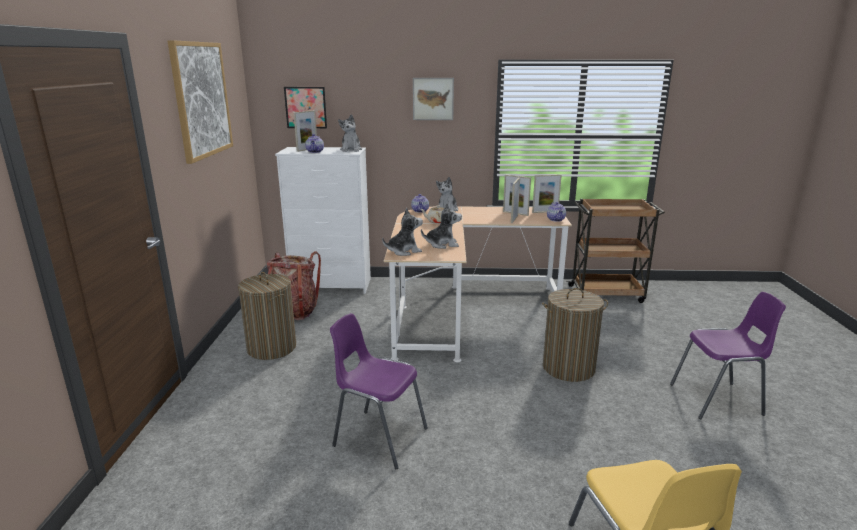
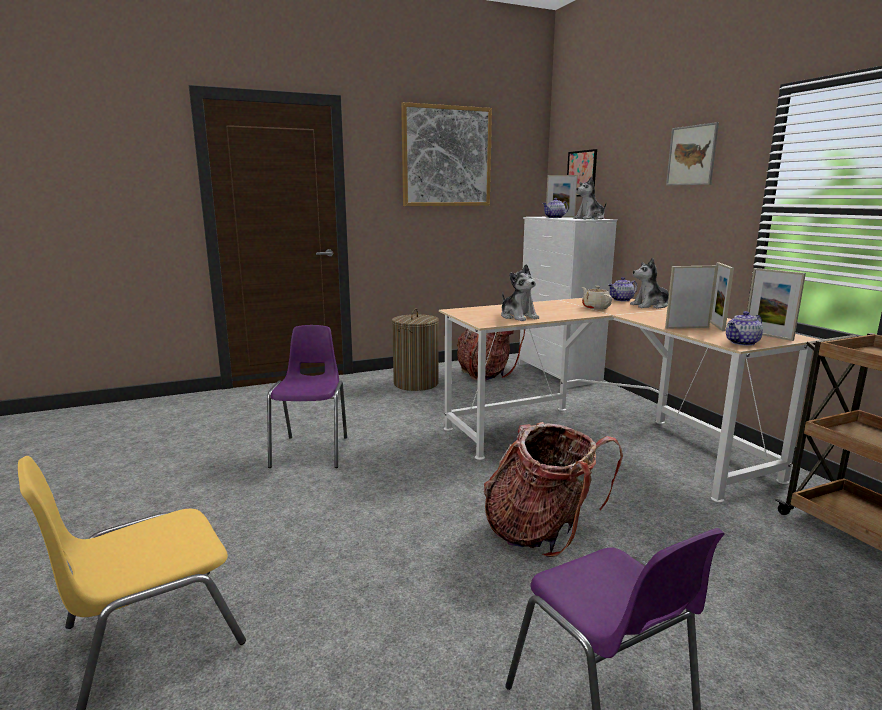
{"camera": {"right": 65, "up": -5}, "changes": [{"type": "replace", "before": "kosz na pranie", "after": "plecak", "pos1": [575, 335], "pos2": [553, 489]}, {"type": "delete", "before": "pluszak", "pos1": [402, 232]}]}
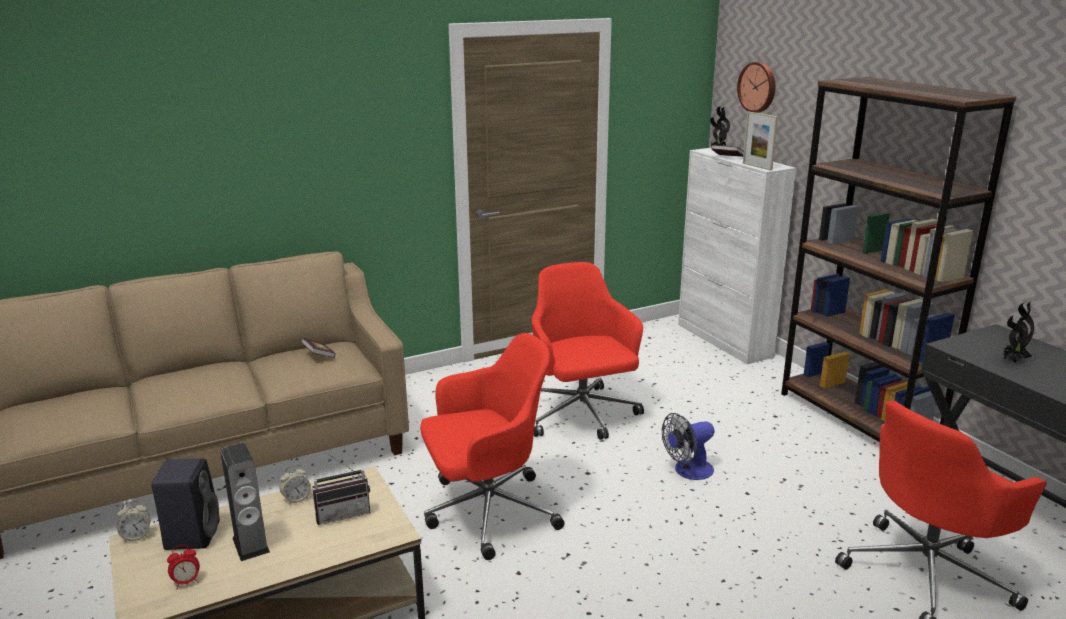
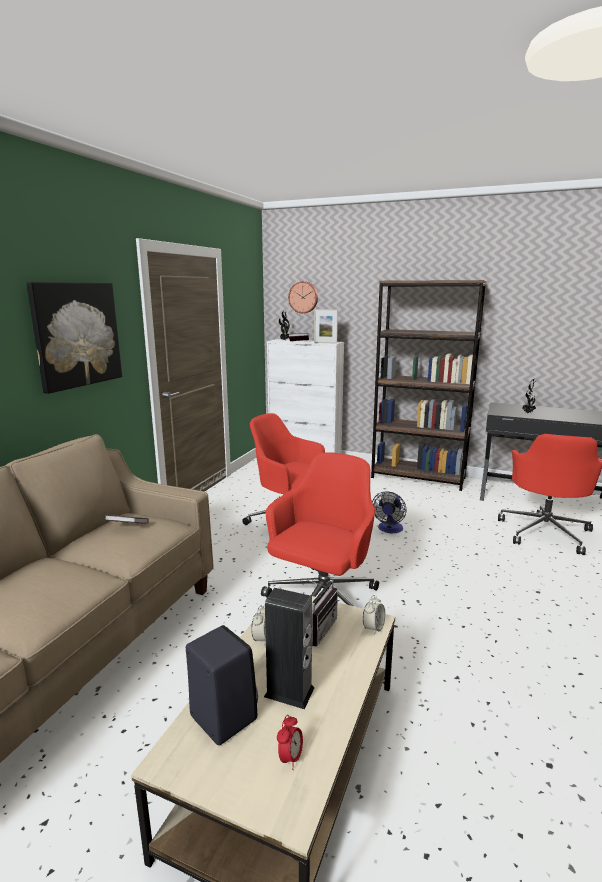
{"camera": {"right": -40, "up": -5}, "changes": [{"type": "insert", "after": "obraz", "pos2": [74, 338]}, {"type": "move", "before": "budzik", "pos1": [134, 521], "pos2": [374, 615]}]}
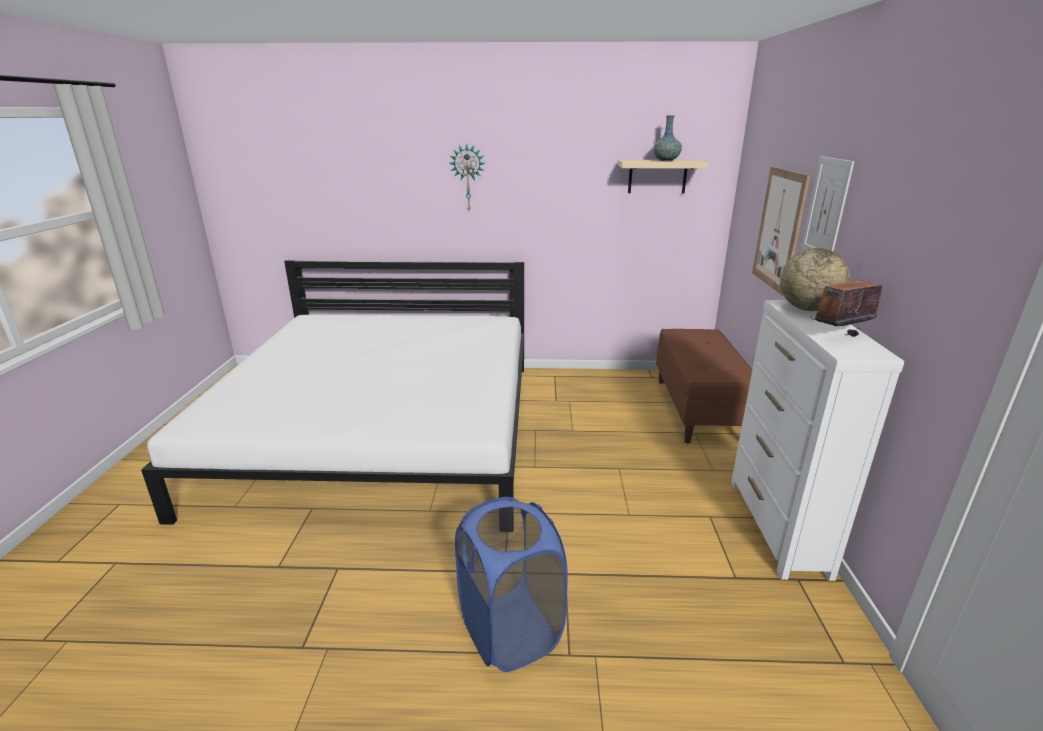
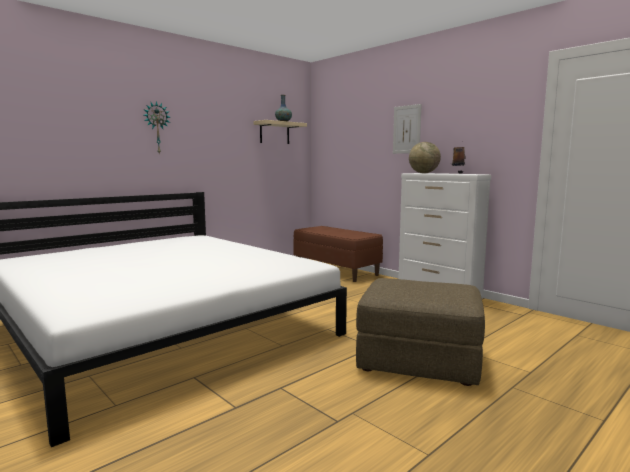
{"camera": {"right": -45, "up": -15}, "changes": [{"type": "replace", "before": "kosz na pranie (niebieski)", "after": "pufa (brązowy)", "pos1": [511, 584], "pos2": [420, 332]}, {"type": "delete", "before": "obraz", "pos1": [781, 231]}]}
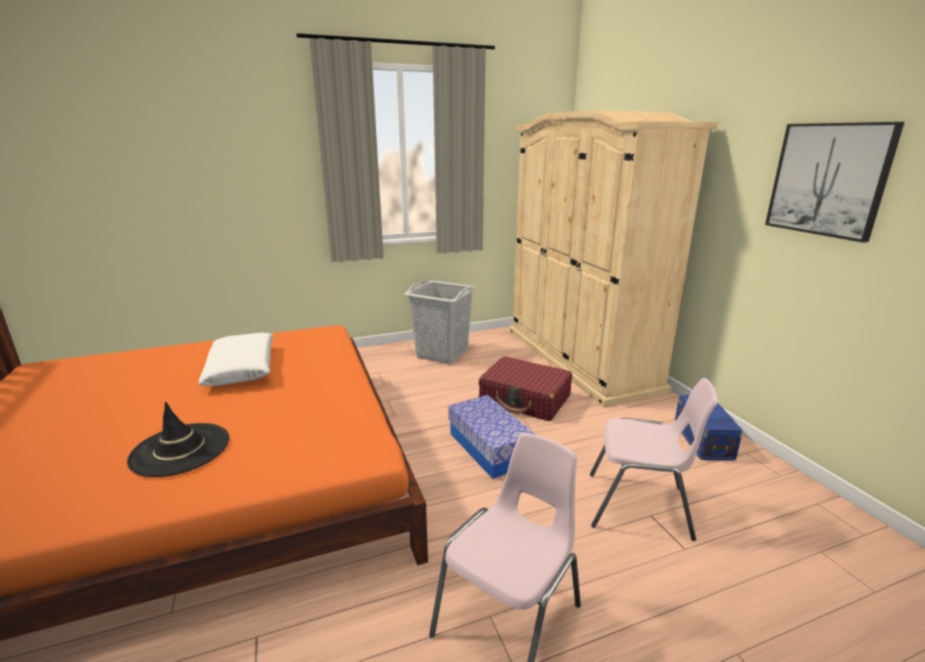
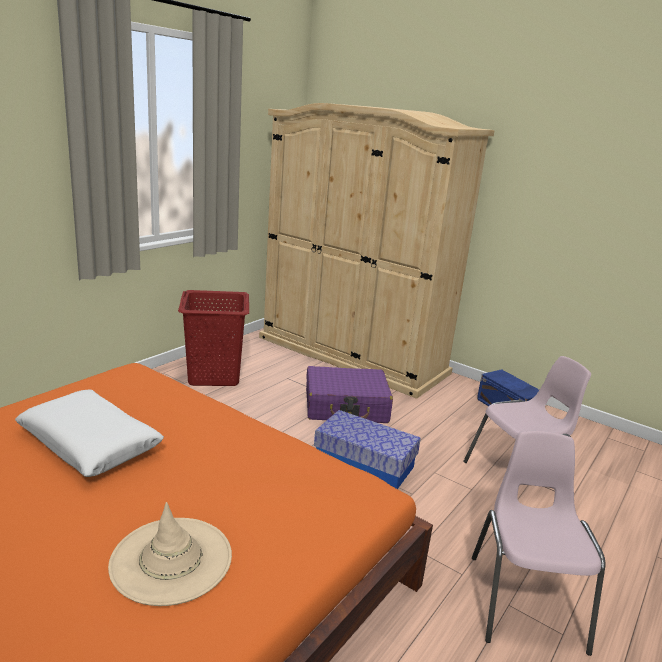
{"camera": {"right": -35, "up": 0}, "changes": [{"type": "recolor", "before": "kapelusz (czarny)", "after": "kapelusz (beżowy)", "pos1": [178, 439], "pos2": [170, 554]}, {"type": "recolor", "before": "kosz na pranie (szary)", "after": "kosz na pranie (czerwony)", "pos1": [440, 322], "pos2": [213, 338]}, {"type": "recolor", "before": "walizka (czerwony)", "after": "walizka (fioletowy)", "pos1": [525, 388], "pos2": [349, 394]}, {"type": "delete", "before": "obraz", "pos1": [835, 182]}]}
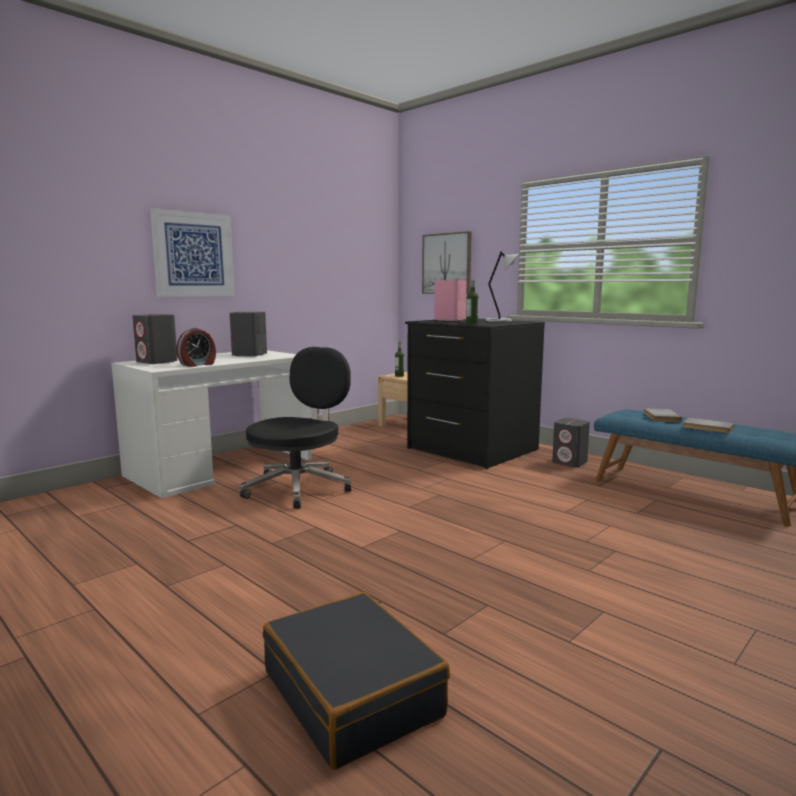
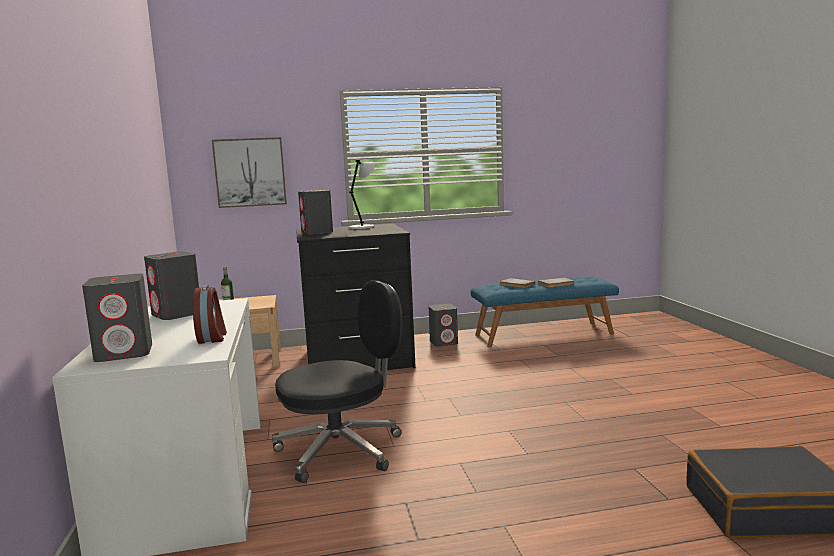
{"camera": {"right": -55, "up": 0}, "changes": [{"type": "rotate", "before": "krzesło biurowe (czarny)", "pos1": [296, 428], "pos2": [337, 382], "turn": 90}, {"type": "recolor", "before": "głośnik (różowy)", "after": "głośnik (szary)", "pos1": [450, 300], "pos2": [315, 212]}, {"type": "delete", "before": "obraz", "pos1": [192, 252]}, {"type": "delete", "before": "butelka", "pos1": [472, 302]}]}
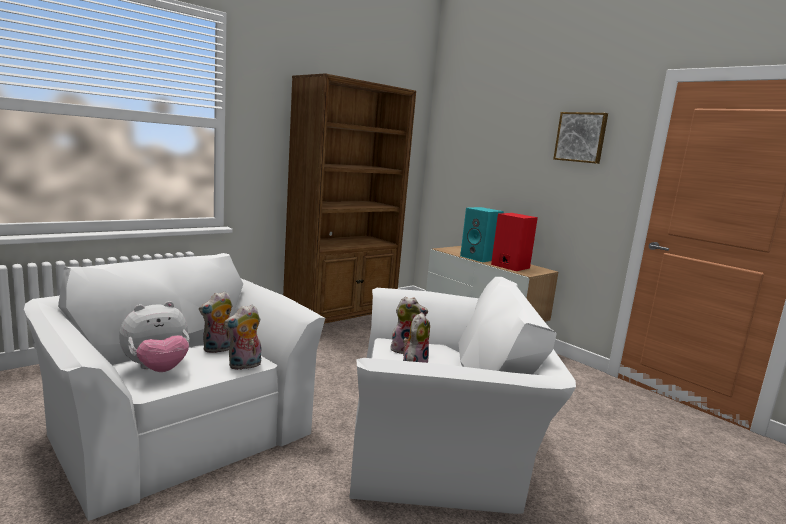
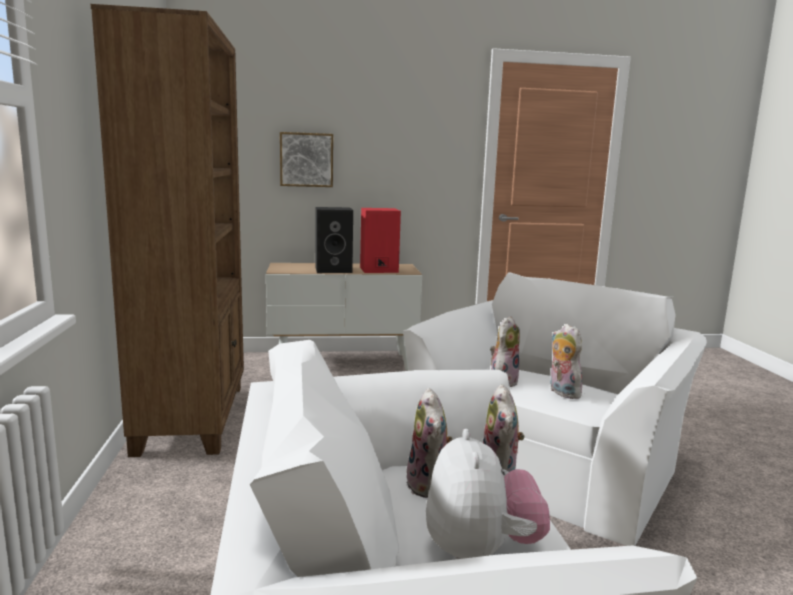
{"camera": {"right": -55, "up": 0}, "changes": [{"type": "move", "before": "obraz", "pos1": [580, 138], "pos2": [306, 159]}, {"type": "recolor", "before": "głośnik (turkusowy)", "after": "głośnik (czarny)", "pos1": [482, 234], "pos2": [334, 240]}]}
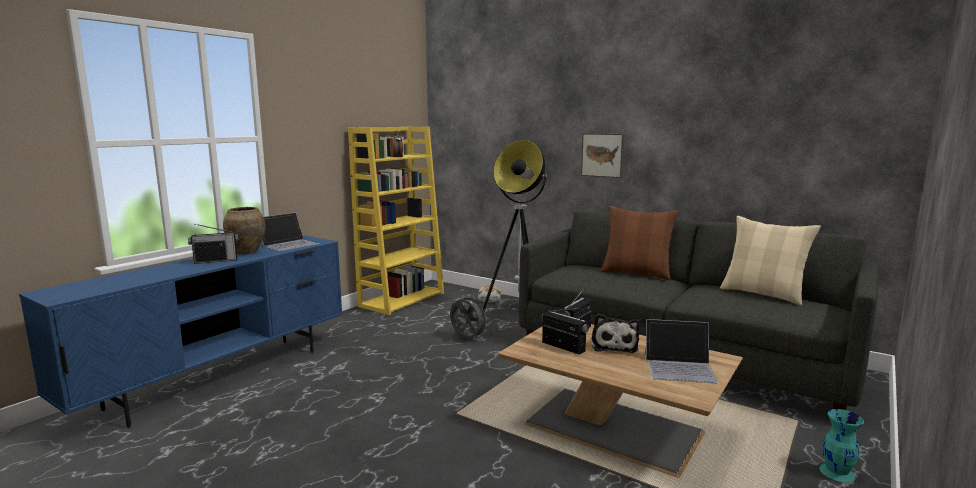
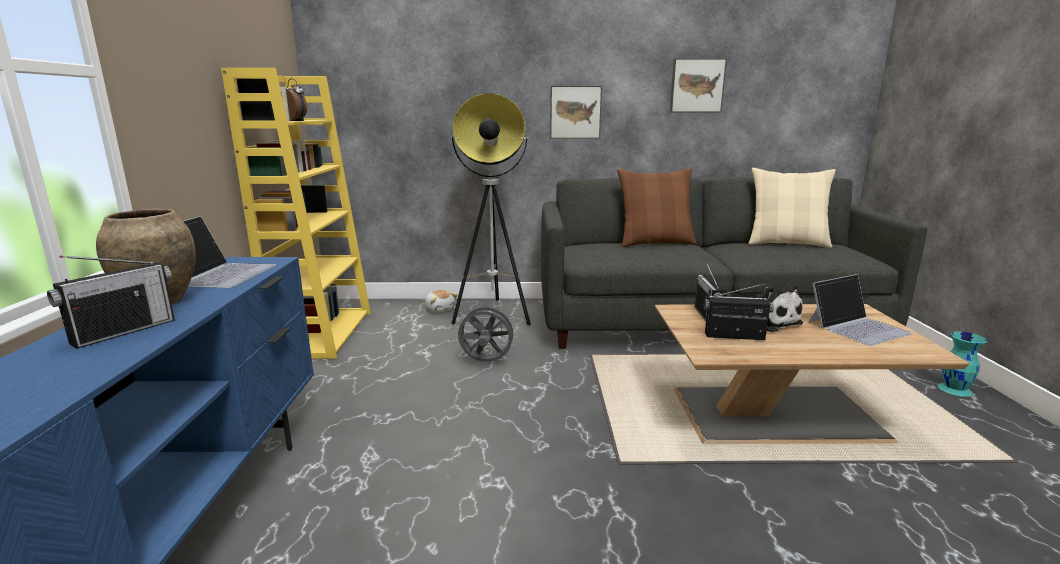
{"camera": {"right": -35, "up": 5}, "changes": [{"type": "insert", "after": "obraz", "pos2": [698, 85]}]}
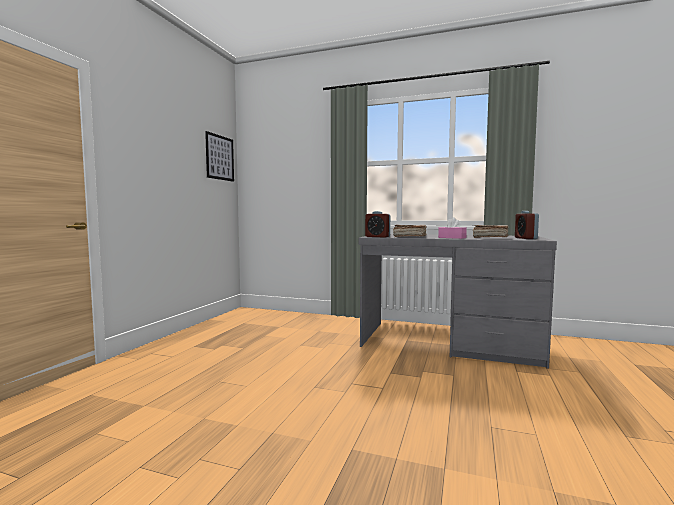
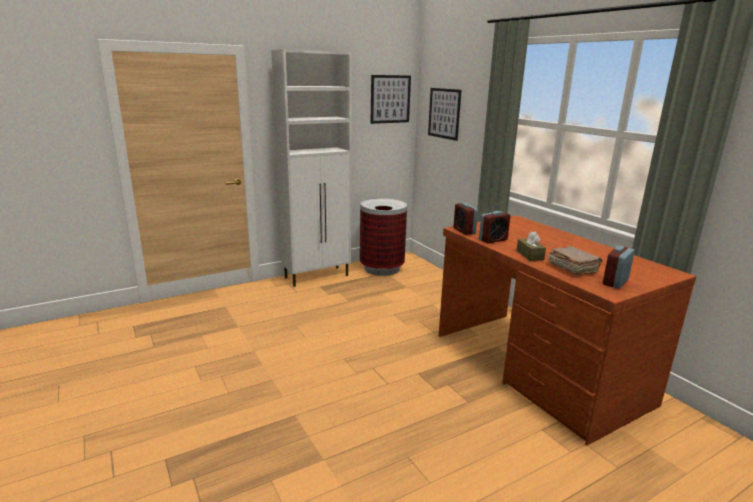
{"camera": {"right": 40, "up": 15}, "changes": [{"type": "insert", "after": "szafka (biały)", "pos2": [311, 168]}, {"type": "insert", "after": "kosz na śmieci", "pos2": [383, 237]}, {"type": "insert", "after": "obraz", "pos2": [444, 114]}, {"type": "recolor", "before": "biurko (szary)", "after": "biurko (brązowy)", "pos1": [458, 301], "pos2": [567, 330]}, {"type": "replace", "before": "książka (brązowy)", "after": "budzik", "pos1": [410, 231], "pos2": [494, 227]}, {"type": "recolor", "before": "pudełko chusteczek (różowy)", "after": "pudełko chusteczek (brązowy)", "pos1": [452, 228], "pos2": [531, 246]}]}
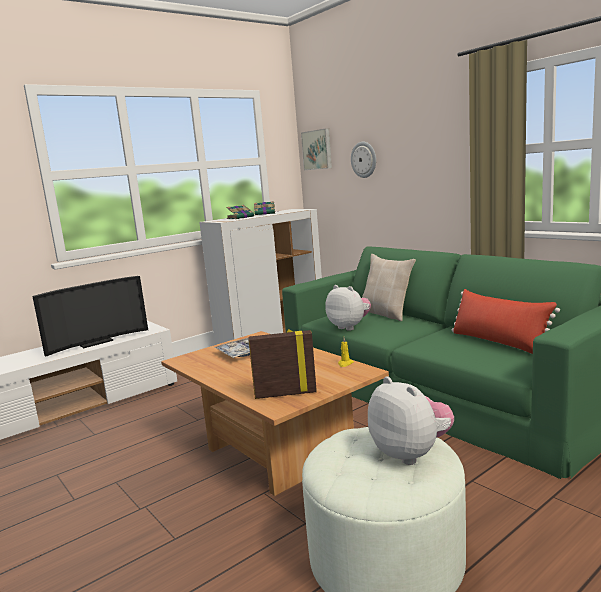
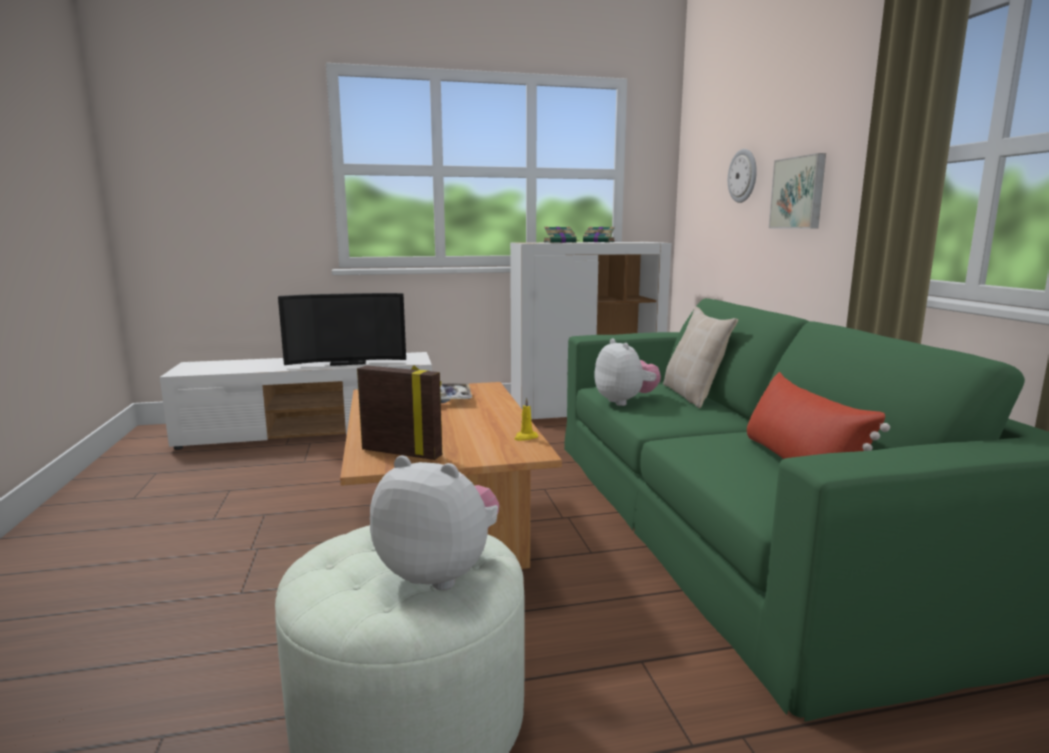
{"camera": {"right": 25, "up": 0}, "changes": [{"type": "rotate", "before": "pluszak", "pos1": [411, 420], "pos2": [435, 522], "turn": -60}, {"type": "move", "before": "obraz", "pos1": [316, 149], "pos2": [797, 191]}]}
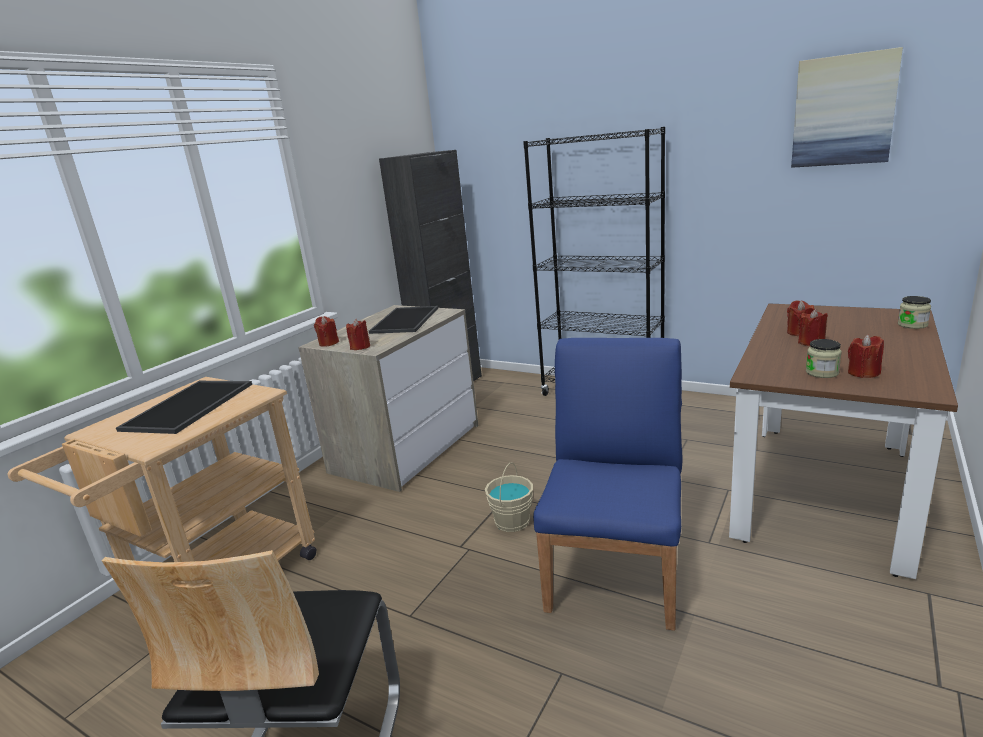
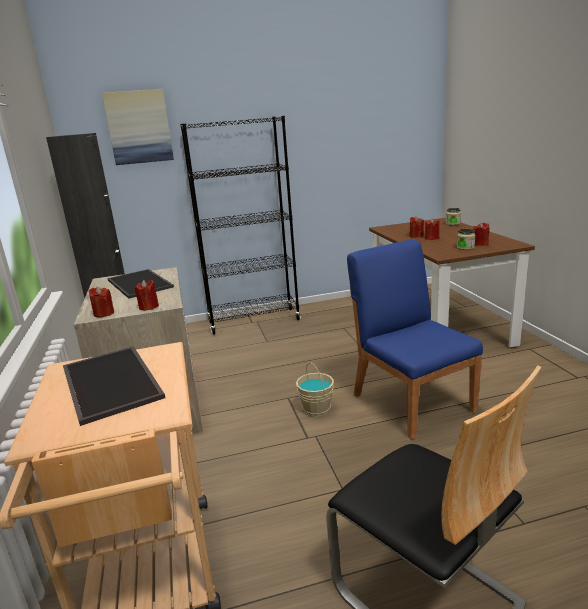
{"camera": {"right": -45, "up": 0}, "changes": [{"type": "move", "before": "obraz", "pos1": [847, 107], "pos2": [138, 127]}]}
